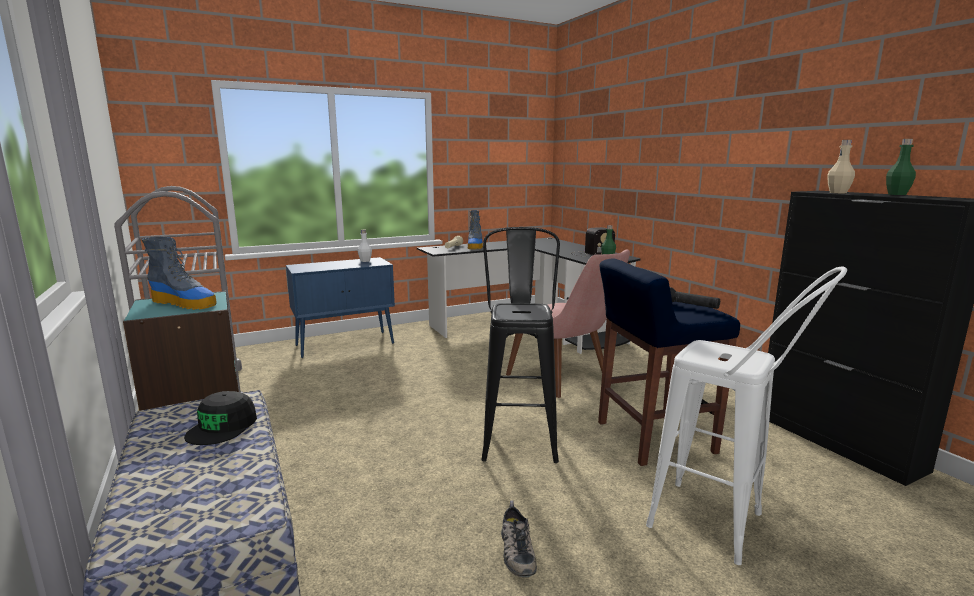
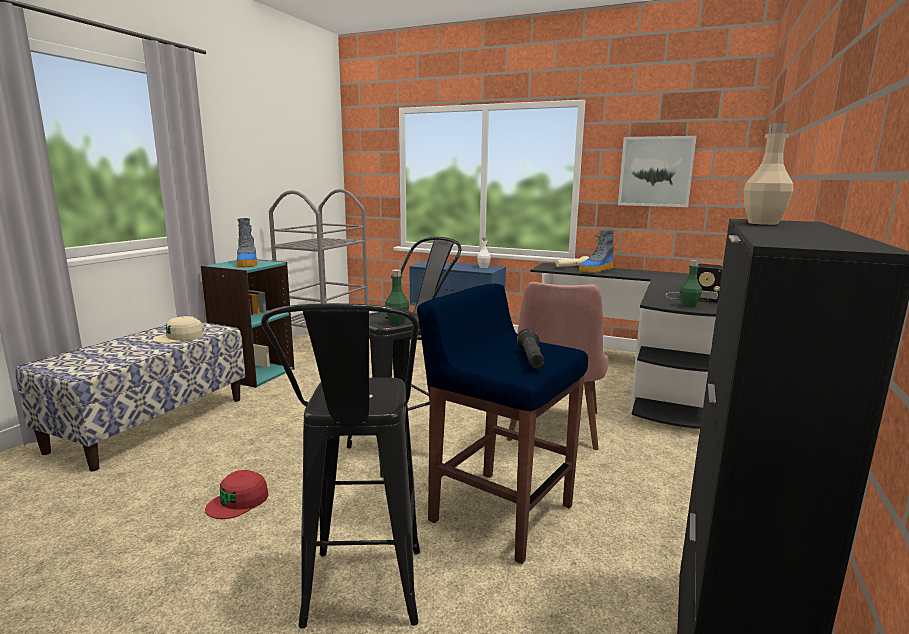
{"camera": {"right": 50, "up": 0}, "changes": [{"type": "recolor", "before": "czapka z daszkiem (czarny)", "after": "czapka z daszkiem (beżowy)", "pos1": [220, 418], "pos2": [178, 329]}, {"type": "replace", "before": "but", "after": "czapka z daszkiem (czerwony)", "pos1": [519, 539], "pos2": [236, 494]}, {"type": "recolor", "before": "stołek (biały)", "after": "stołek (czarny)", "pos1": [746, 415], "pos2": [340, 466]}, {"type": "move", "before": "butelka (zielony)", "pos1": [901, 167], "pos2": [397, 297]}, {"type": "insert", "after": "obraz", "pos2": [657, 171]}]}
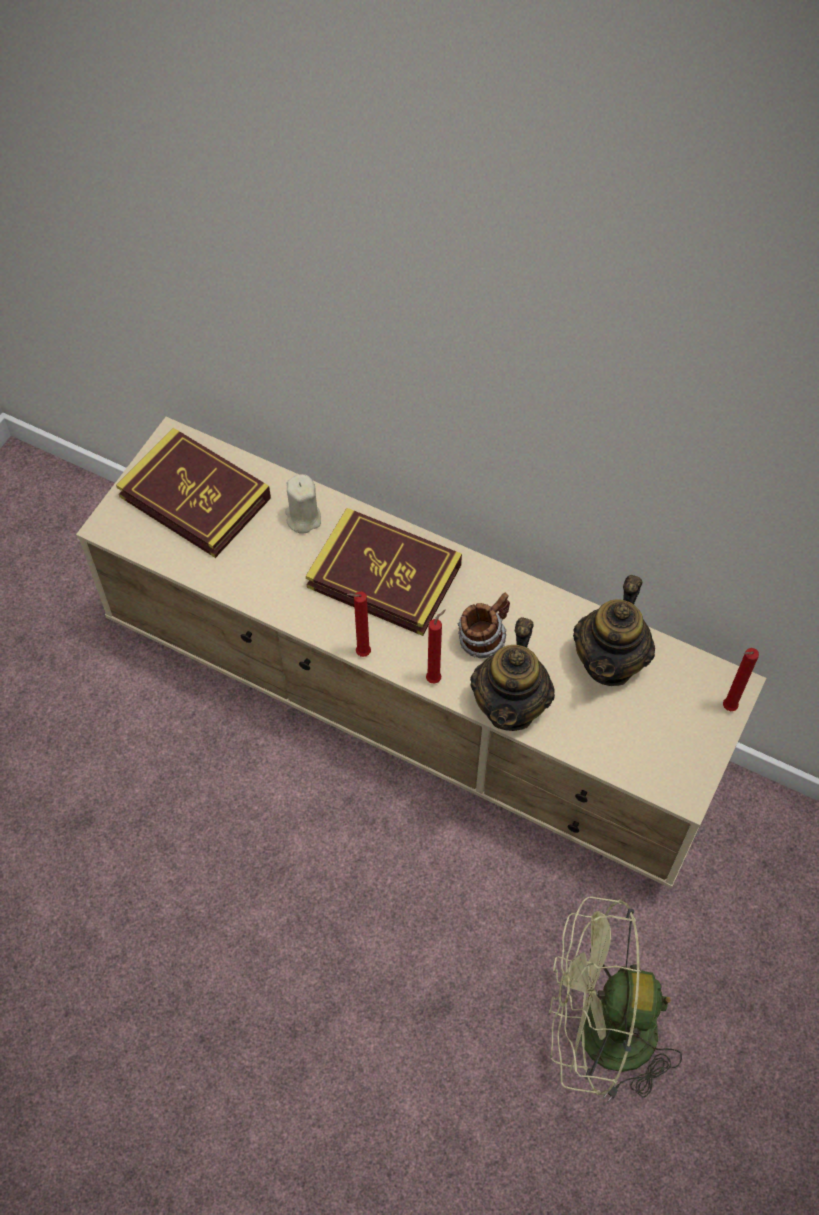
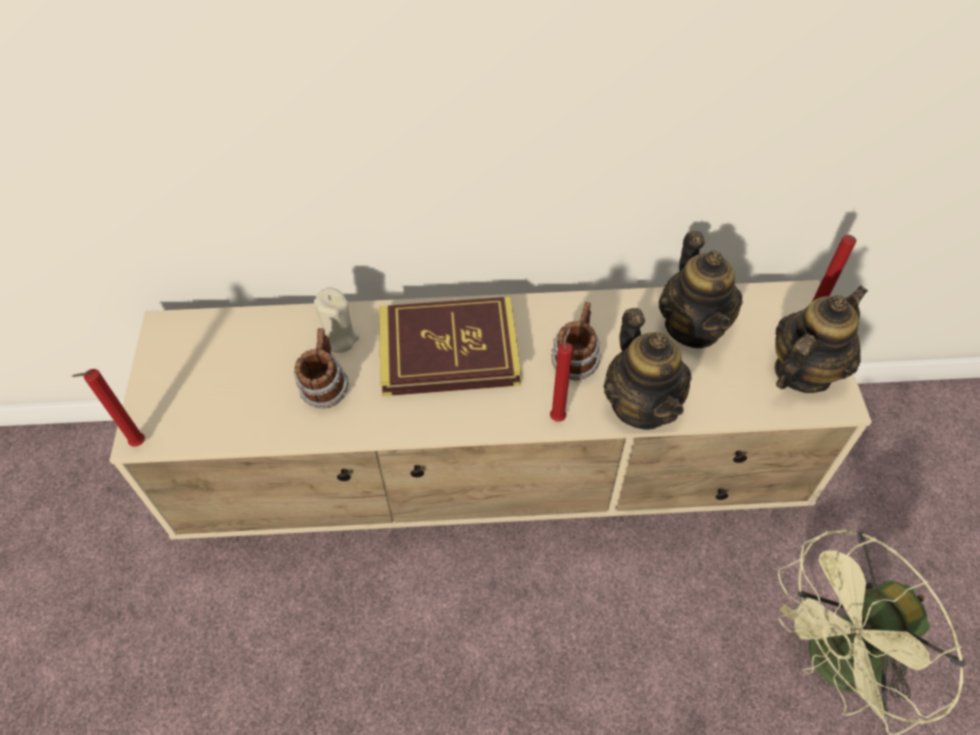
{"camera": {"right": -30, "up": -5}, "changes": [{"type": "move", "before": "świeca (czerwony)", "pos1": [359, 624], "pos2": [108, 408]}, {"type": "insert", "after": "kubek", "pos2": [321, 368]}, {"type": "insert", "after": "imbryk", "pos2": [821, 339]}, {"type": "delete", "before": "książka", "pos1": [193, 493]}]}
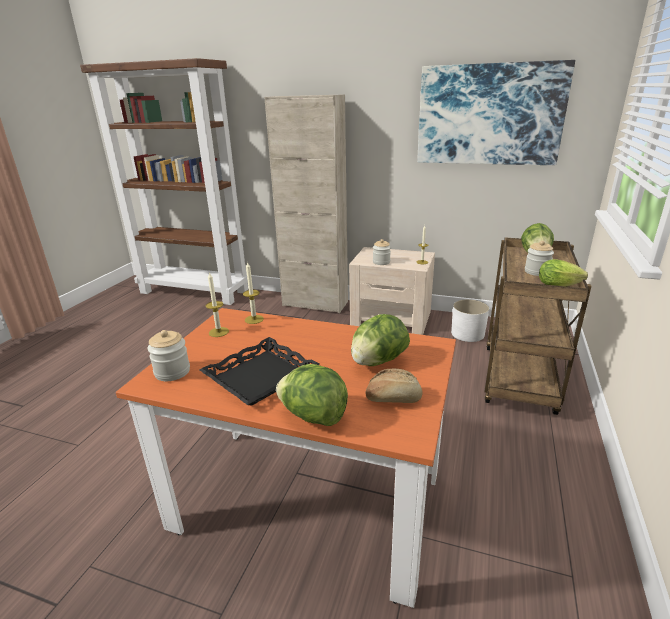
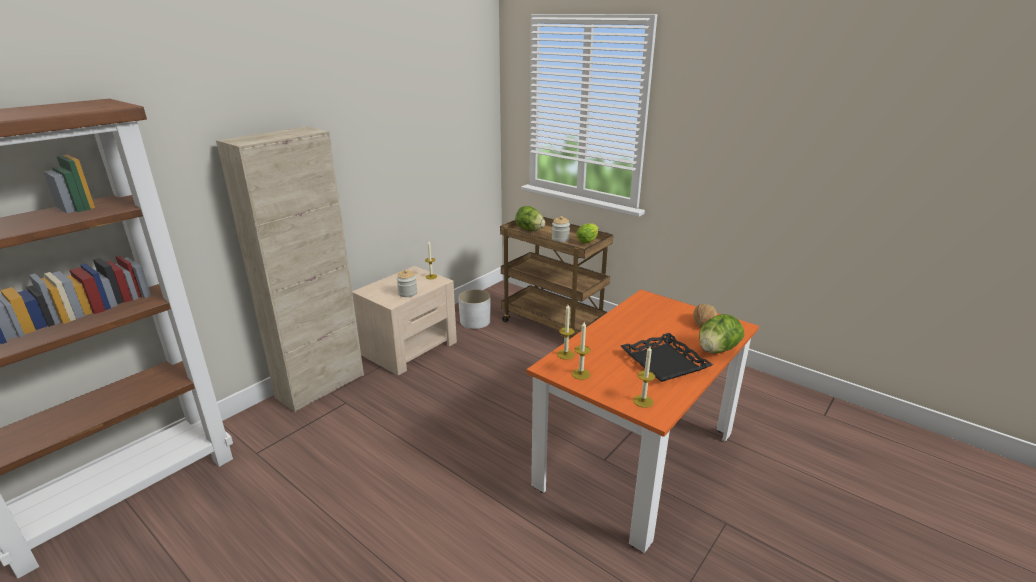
{"camera": {"right": -70, "up": 0}, "changes": [{"type": "replace", "before": "słoik", "after": "świeca", "pos1": [169, 355], "pos2": [644, 377]}, {"type": "delete", "before": "sałata", "pos1": [380, 340]}, {"type": "delete", "before": "obraz", "pos1": [496, 112]}]}
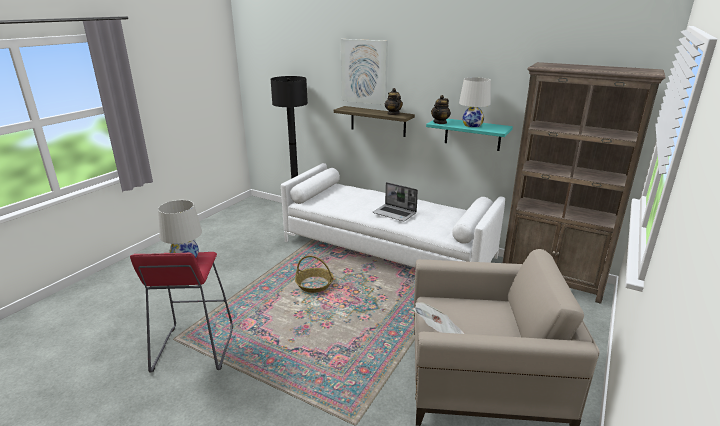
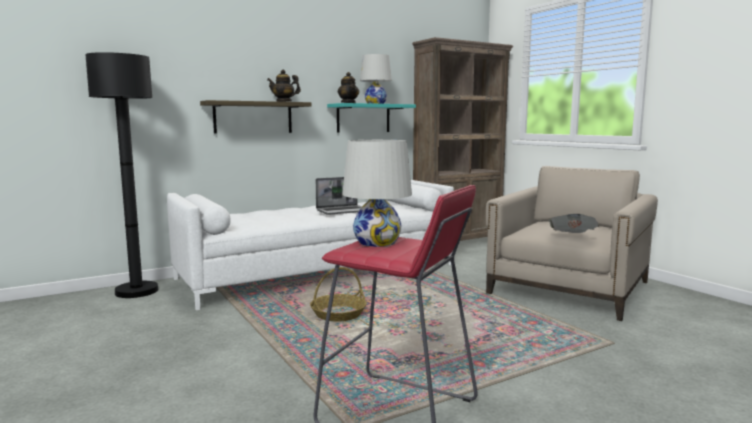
{"camera": {"right": -60, "up": -15}, "changes": [{"type": "delete", "before": "obraz", "pos1": [364, 72]}]}
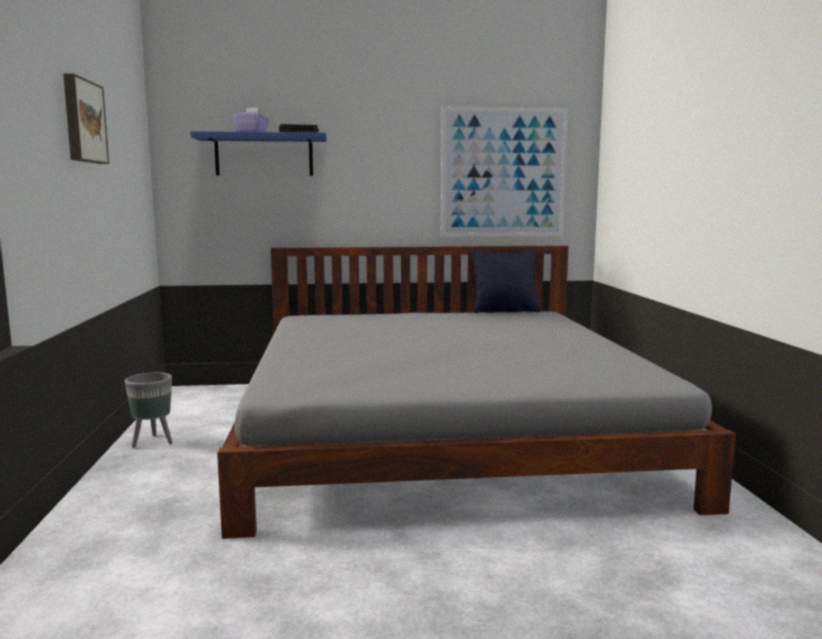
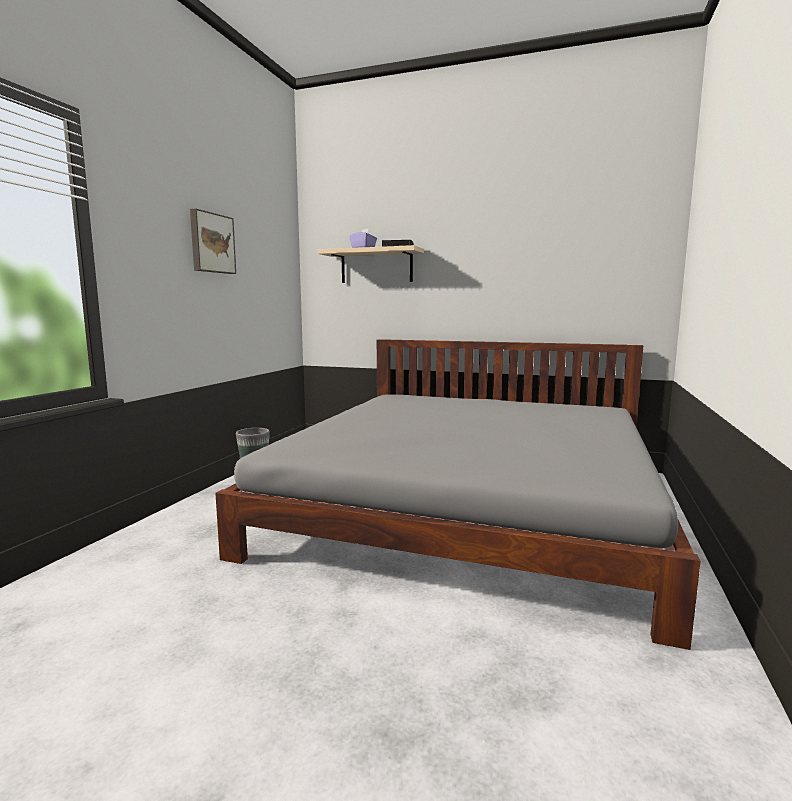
{"camera": {"right": 25, "up": 0}, "changes": [{"type": "recolor", "before": "półka (niebieski)", "after": "półka (beżowy)", "pos1": [259, 153], "pos2": [371, 264]}, {"type": "delete", "before": "obraz", "pos1": [504, 171]}, {"type": "delete", "before": "poduszka (czarny)", "pos1": [506, 281]}]}
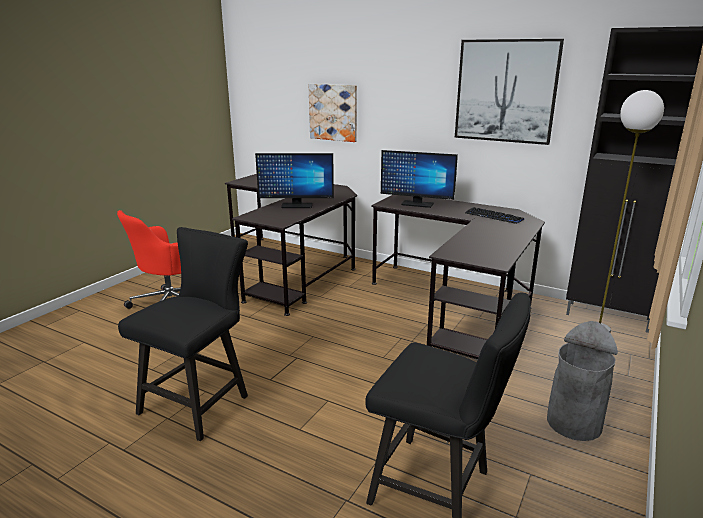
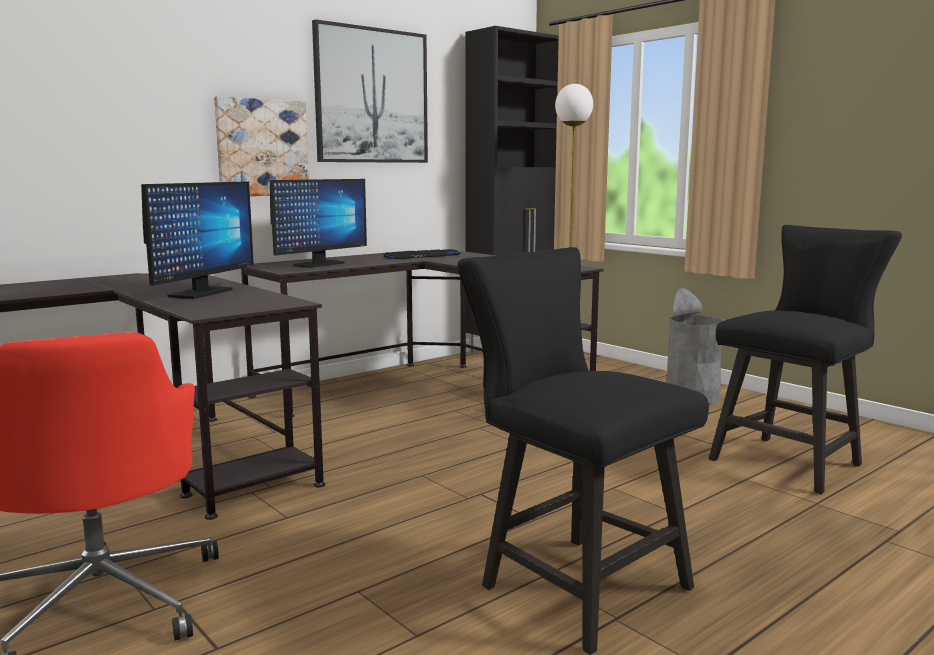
{"camera": {"right": -70, "up": -10}, "changes": [{"type": "move", "before": "obraz", "pos1": [333, 113], "pos2": [261, 146]}]}
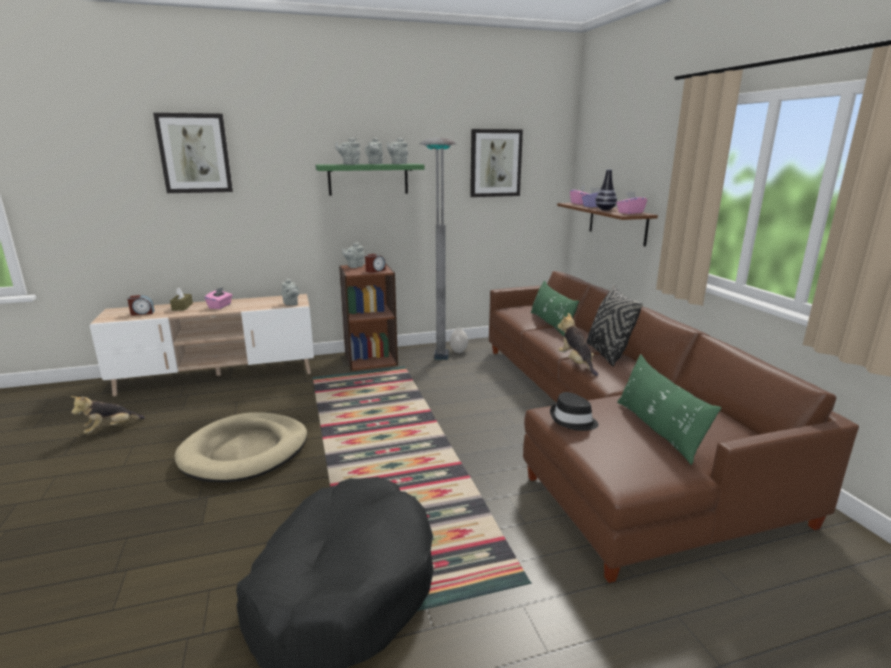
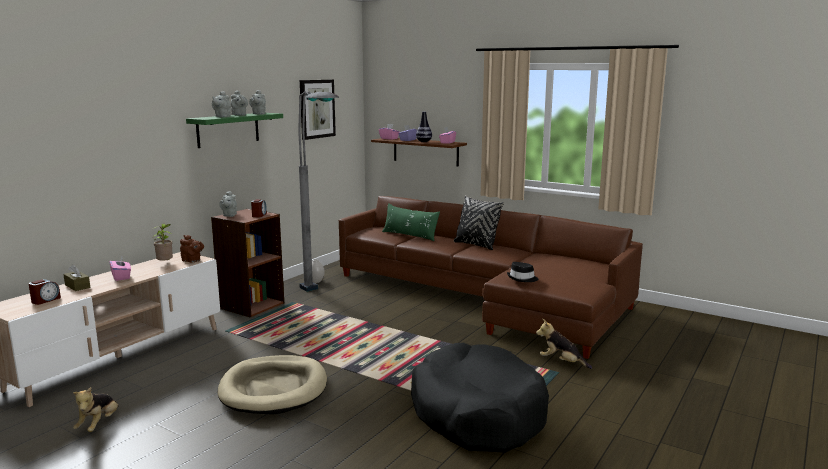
{"camera": {"right": -40, "up": -5}, "changes": [{"type": "insert", "after": "roślina doniczkowa", "pos2": [163, 242]}, {"type": "recolor", "before": "imbryk (szary)", "after": "imbryk (brązowy)", "pos1": [290, 292], "pos2": [192, 248]}, {"type": "move", "before": "pluszak", "pos1": [577, 344], "pos2": [564, 344]}, {"type": "delete", "before": "obraz", "pos1": [193, 153]}, {"type": "delete", "before": "poduszka (zielony)", "pos1": [669, 409]}]}
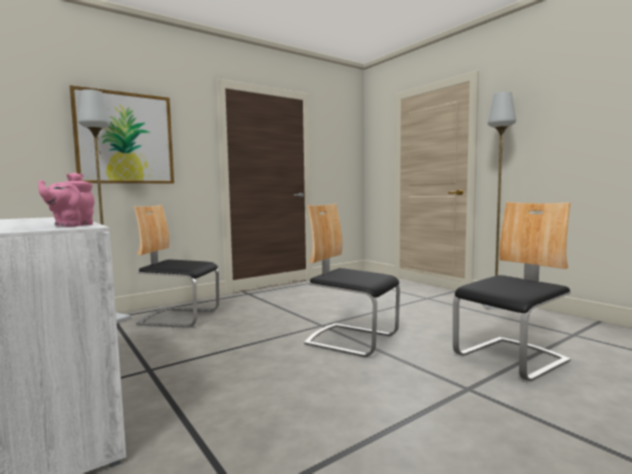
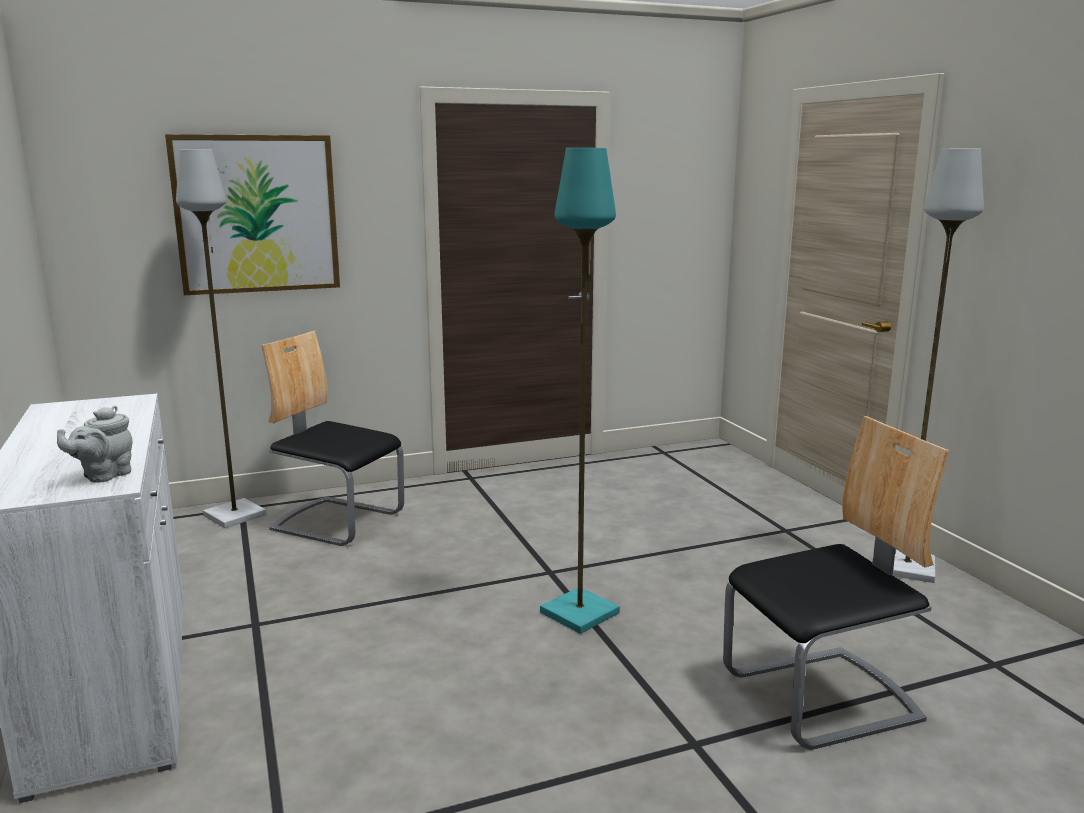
{"camera": {"right": 15, "up": 10}, "changes": [{"type": "recolor", "before": "imbryk (różowy)", "after": "imbryk (szary)", "pos1": [66, 199], "pos2": [94, 444]}, {"type": "replace", "before": "krzesło", "after": "lampa stojąca (turkusowy)", "pos1": [352, 280], "pos2": [580, 391]}]}
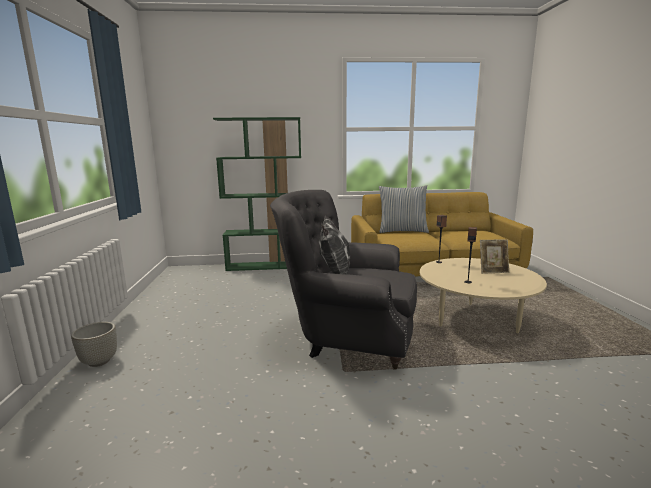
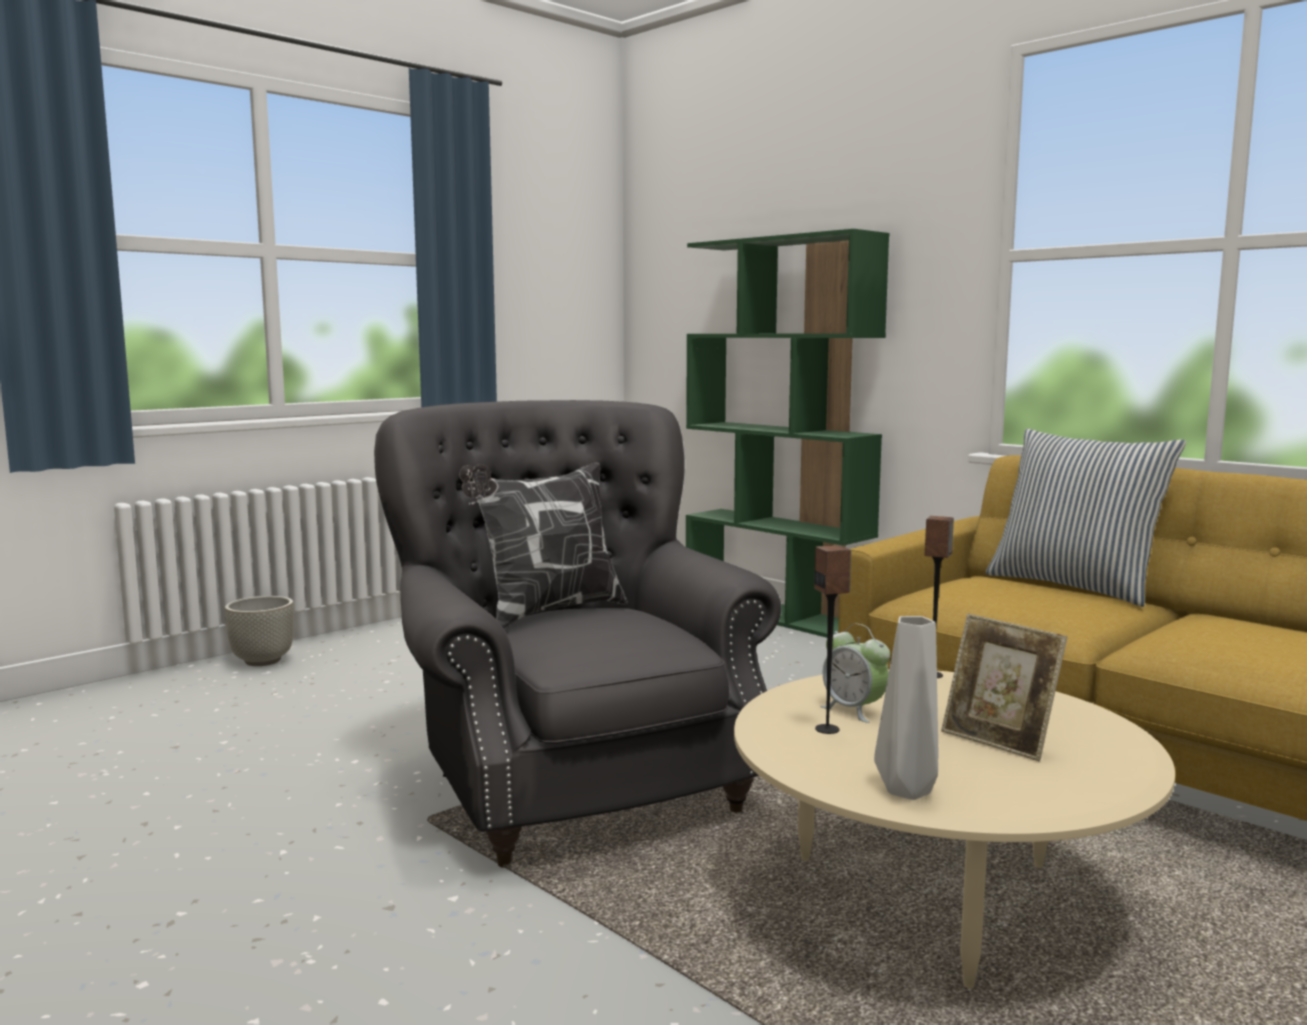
{"camera": {"right": 50, "up": -5}, "changes": [{"type": "insert", "after": "budzik", "pos2": [855, 673]}, {"type": "insert", "after": "wazon (szary)", "pos2": [906, 708]}]}
